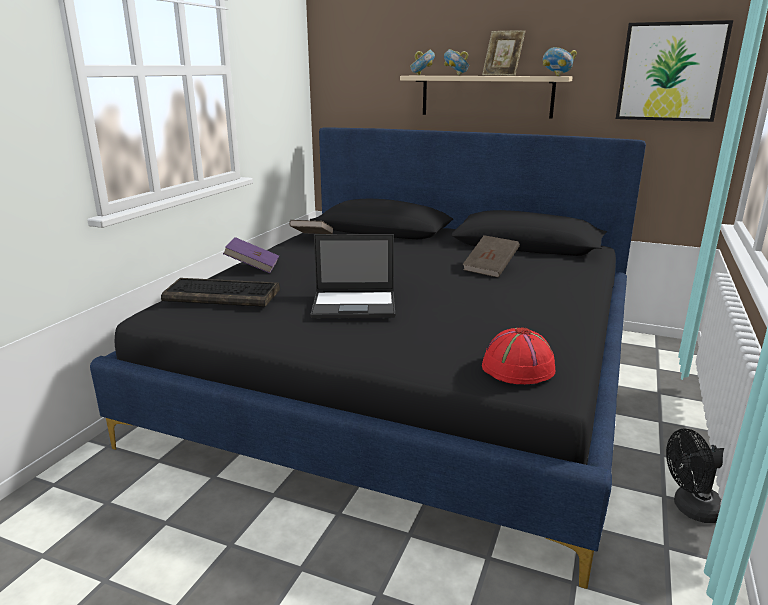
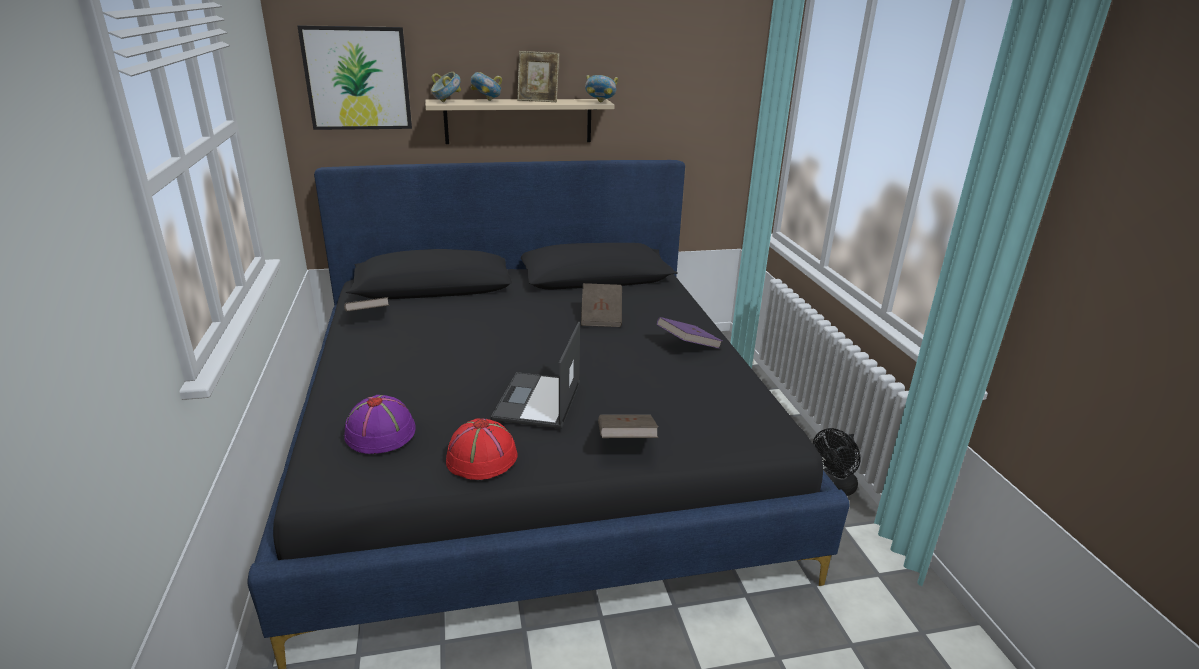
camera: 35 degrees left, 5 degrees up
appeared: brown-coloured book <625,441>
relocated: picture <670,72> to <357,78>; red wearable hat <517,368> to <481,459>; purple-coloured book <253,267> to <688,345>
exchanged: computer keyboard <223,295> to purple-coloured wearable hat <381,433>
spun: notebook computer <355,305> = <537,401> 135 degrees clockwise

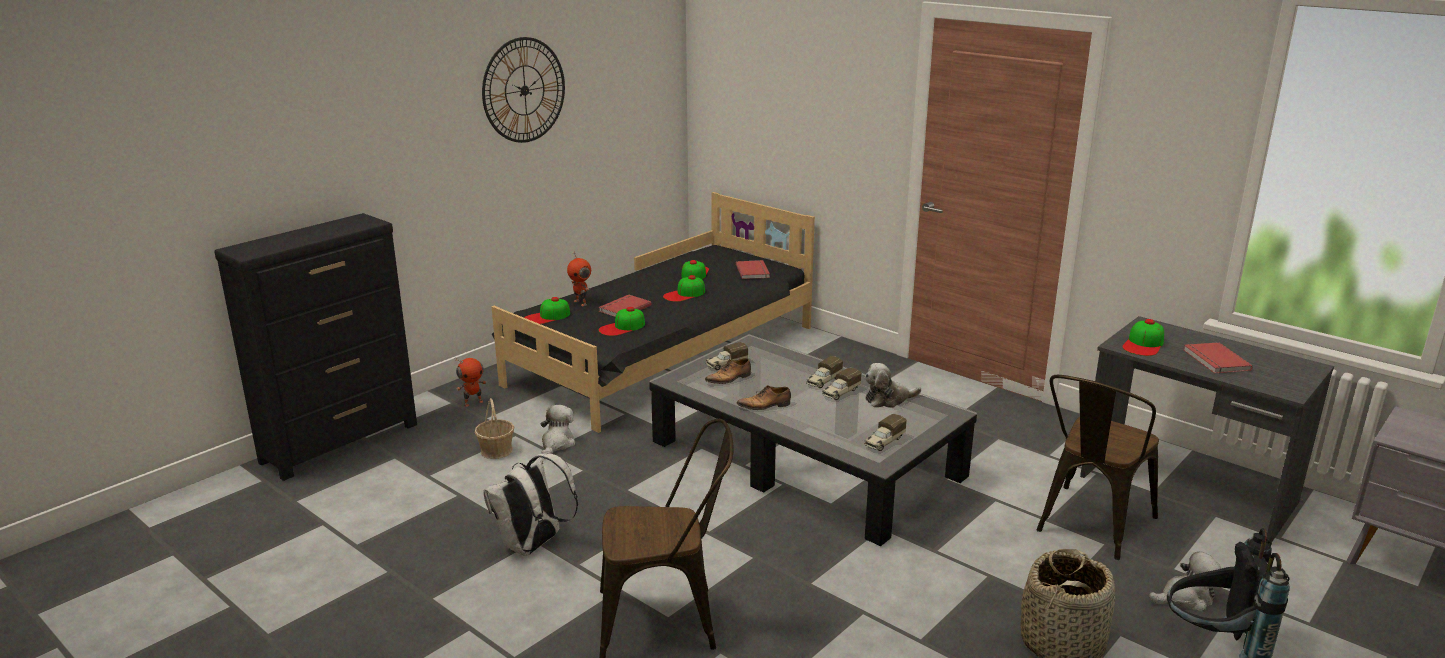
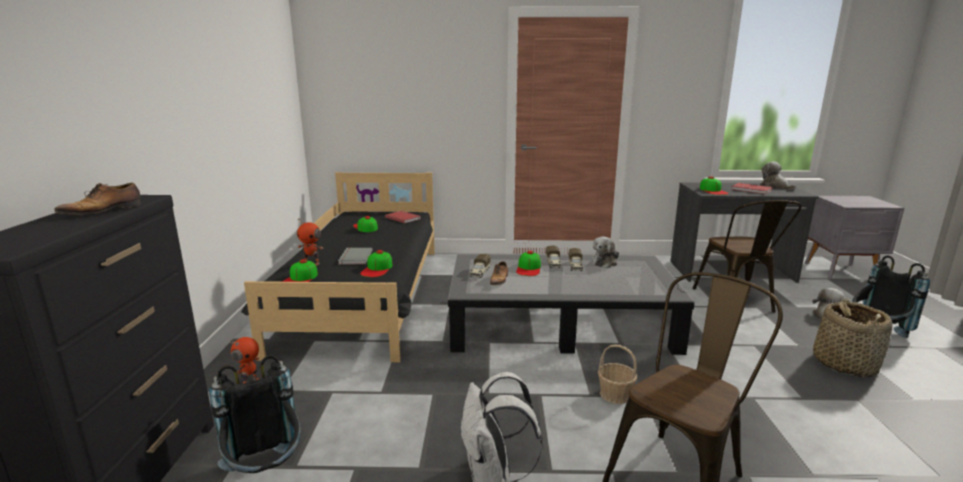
camera: 40 degrees left, 5 degrees down
missing: clock on the wall <524,90>; toy lorry <883,442>
appeared: black-coloured rucksack <266,474>
relocated: item of footwear <765,406> to <104,211>; peaked cap <684,294> to <529,268>; storage basket <496,450> to <615,394>; soft toy <557,444> to <775,186>
colour: red book <623,308> to grey book <354,257>

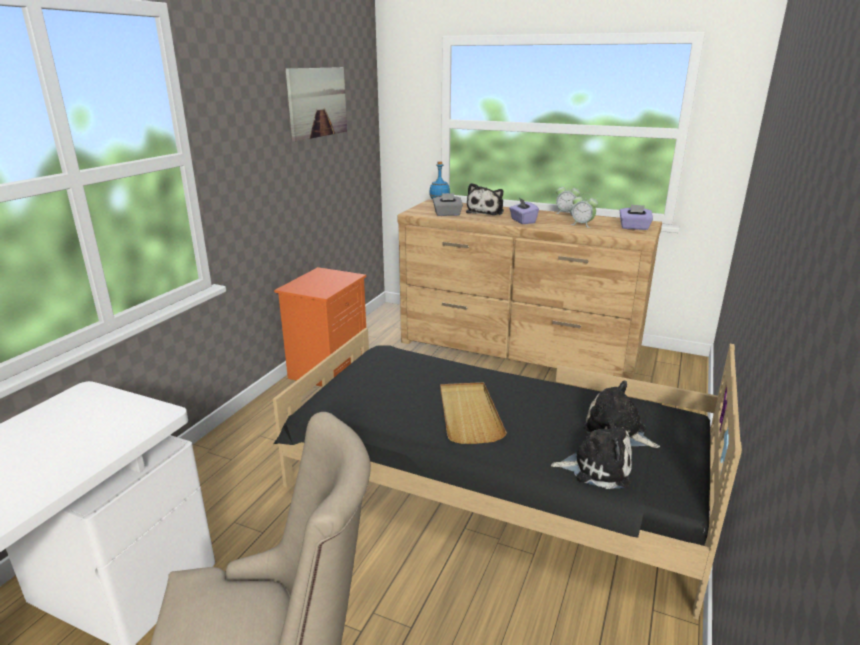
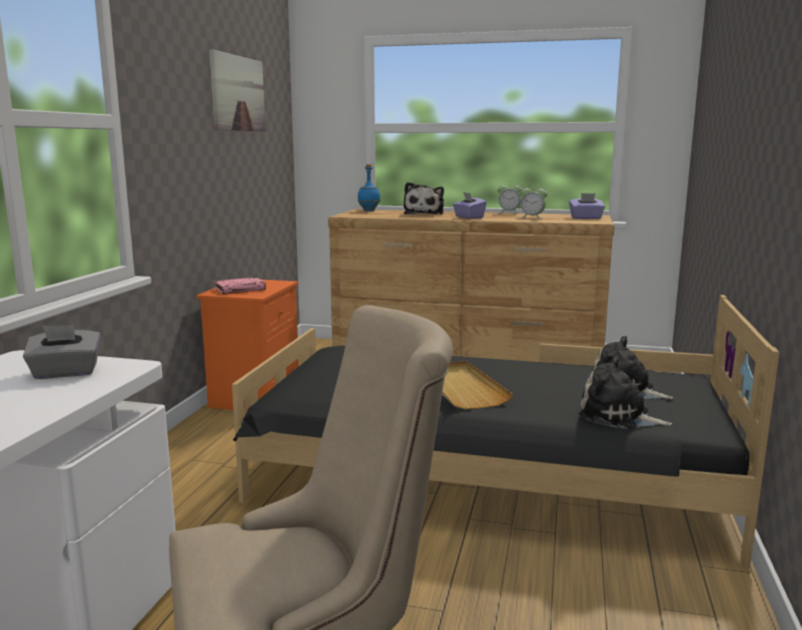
camera: 10 degrees left, 10 degrees down
appeared: pink book <240,289>
relocated: grey tissue box <447,214> to <65,373>
spun: soft toy <597,467> = <618,416> 150 degrees counterclockwise

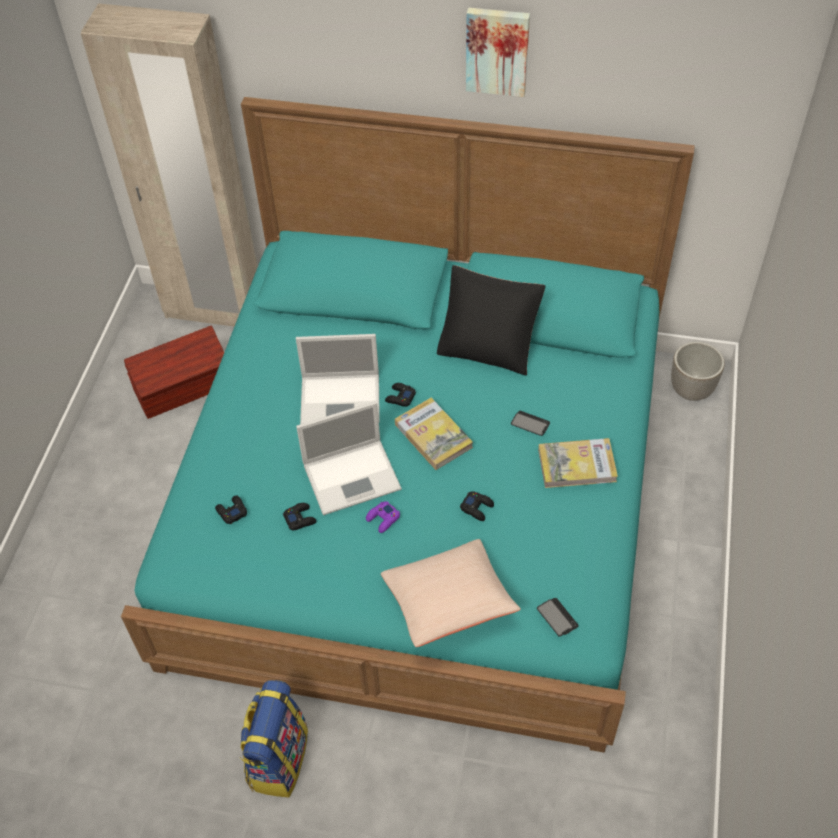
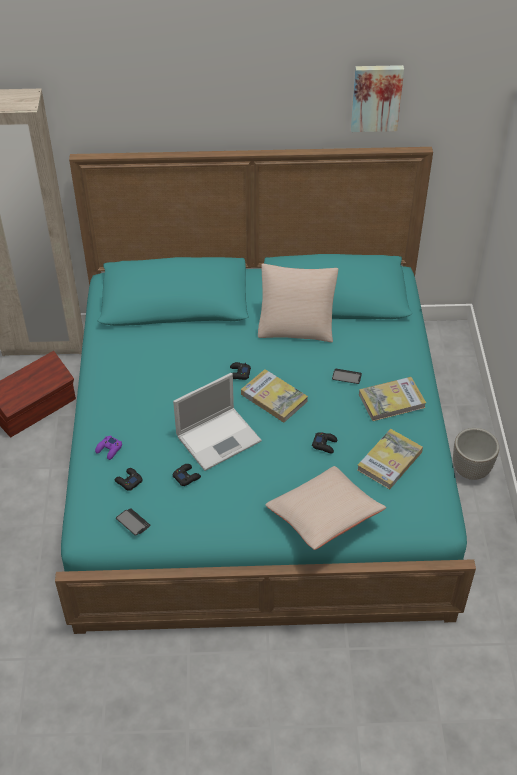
camera: 15 degrees left, 5 degrees down
missing: rucksack <277,758>; notebook computer <342,399>
appeared: book <389,461>
relocated: purple-coloured joypad <383,519> to <109,449>; telephone <557,617> to <133,522>; picture <497,50> to <376,97>; planter <691,390> to <471,470>
colour: black-coloured cushion <488,345> to beige cushion <296,325>

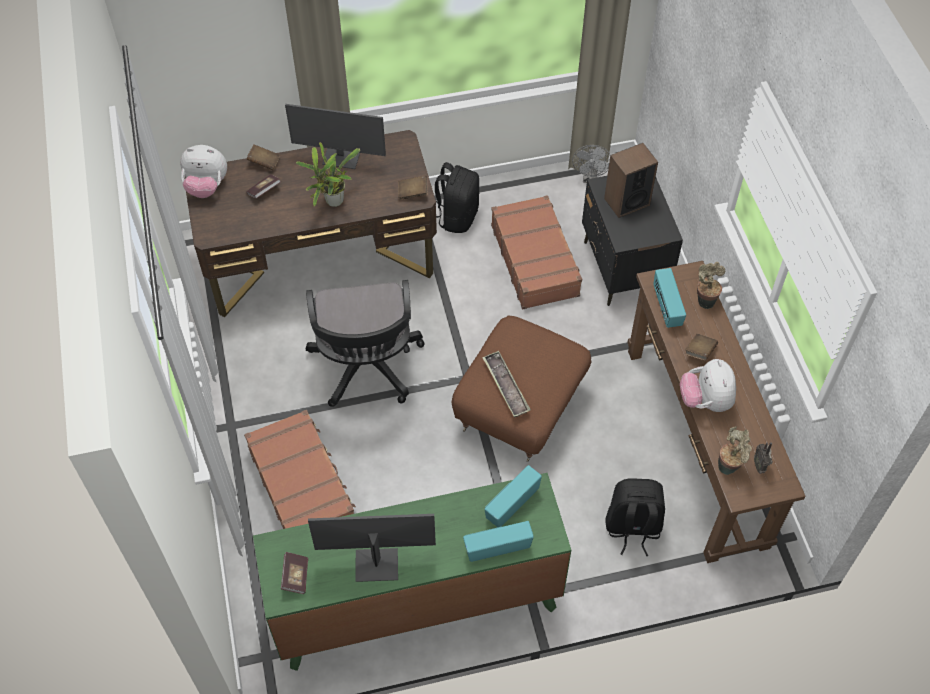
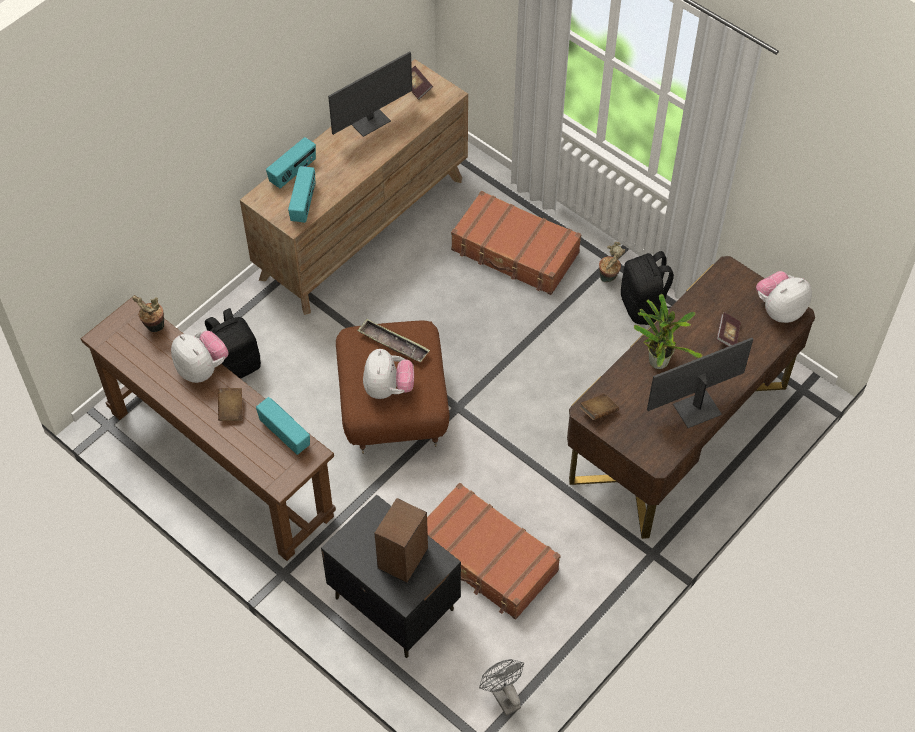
camera: 145 degrees right, 0 degrees up
missing: brown-coloured book <264,163>; black-coloured office chair <367,369>; radio set <760,466>
appeared: soft toy <388,388>
relocated: plant in a pot <705,300> to <609,278>; black-coloured rucksack <457,217> to <643,307>
colour: greenish chest of drawers <416,604> to brown-coloured chest of drawers <363,227>

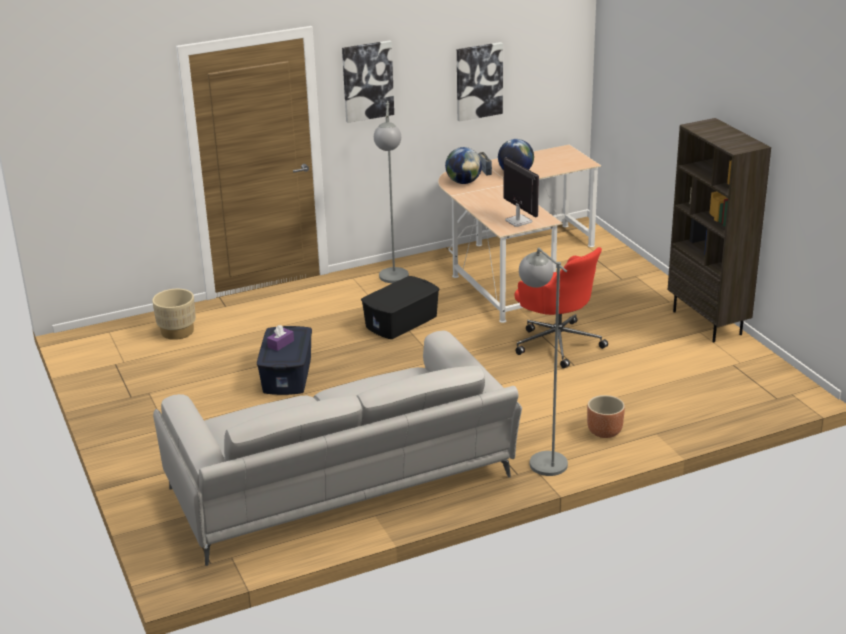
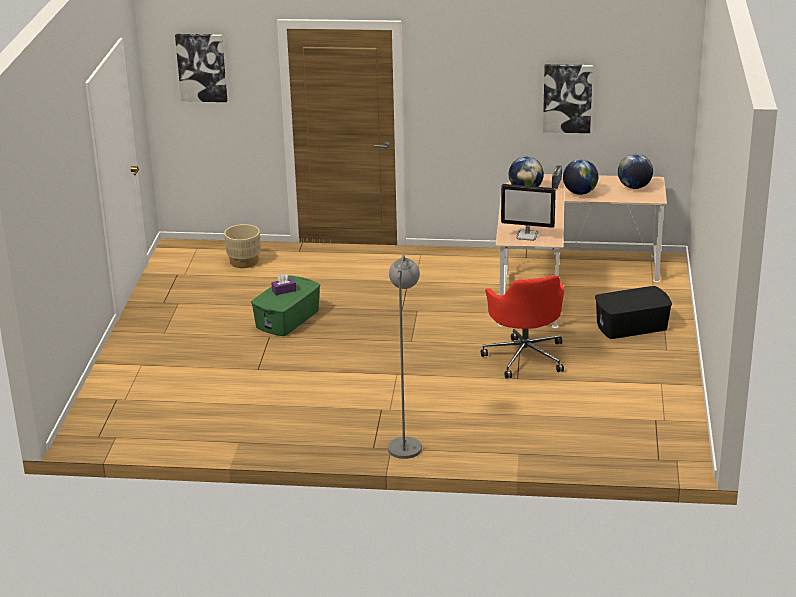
camera: 30 degrees right, 0 degrees up
missing: grey couch <341,486>; grey standard lamp <394,281>; brown-coloured planter <604,431>; brown-coloured shelving unit <708,323>
appeared: world globe <634,187>
relocated: picture <367,81> to <201,67>; black-coloured storage bin <402,322> to <632,326>
colour: bluish storage bin <288,375> to greenish storage bin <288,319>
spun: computer screen <518,221> = <527,235> 105 degrees clockwise

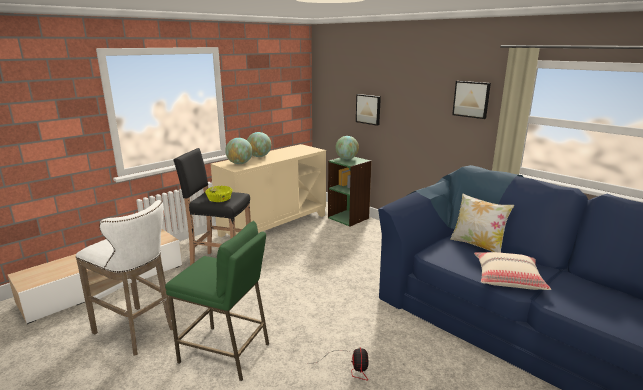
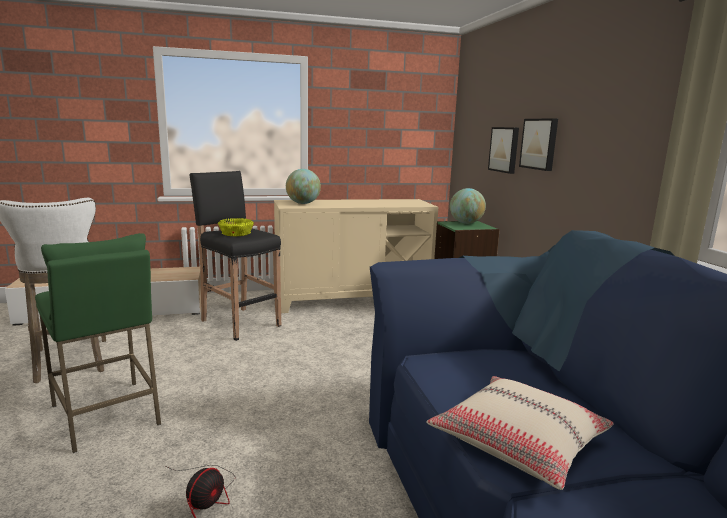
camera: 30 degrees right, 5 degrees down
missing: world globe <259,156>; cushion <477,245>
relocated: picture <471,99> to <540,144>

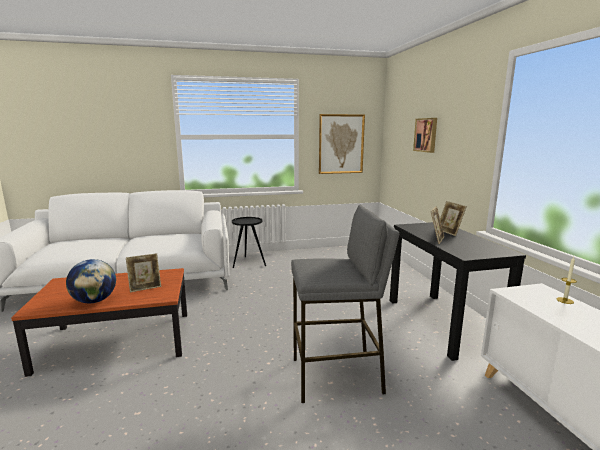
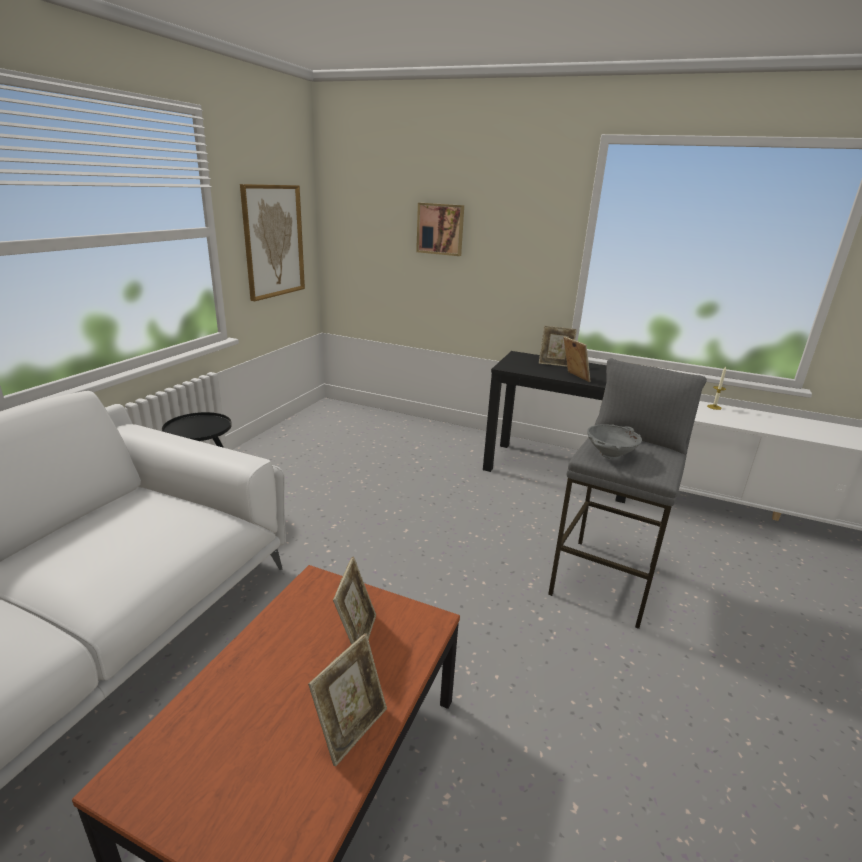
camera: 55 degrees left, 10 degrees up
appeared: grey bowl <610,454>
exchanged: world globe <94,301> to standing frame <351,728>

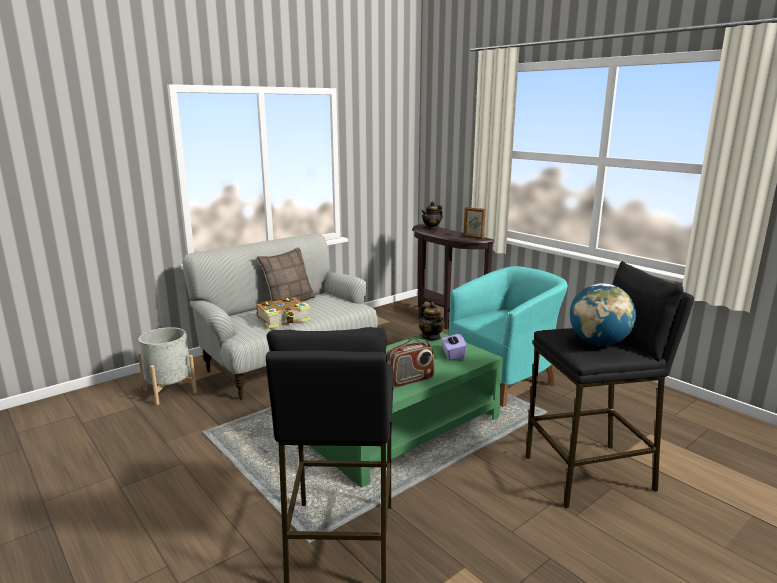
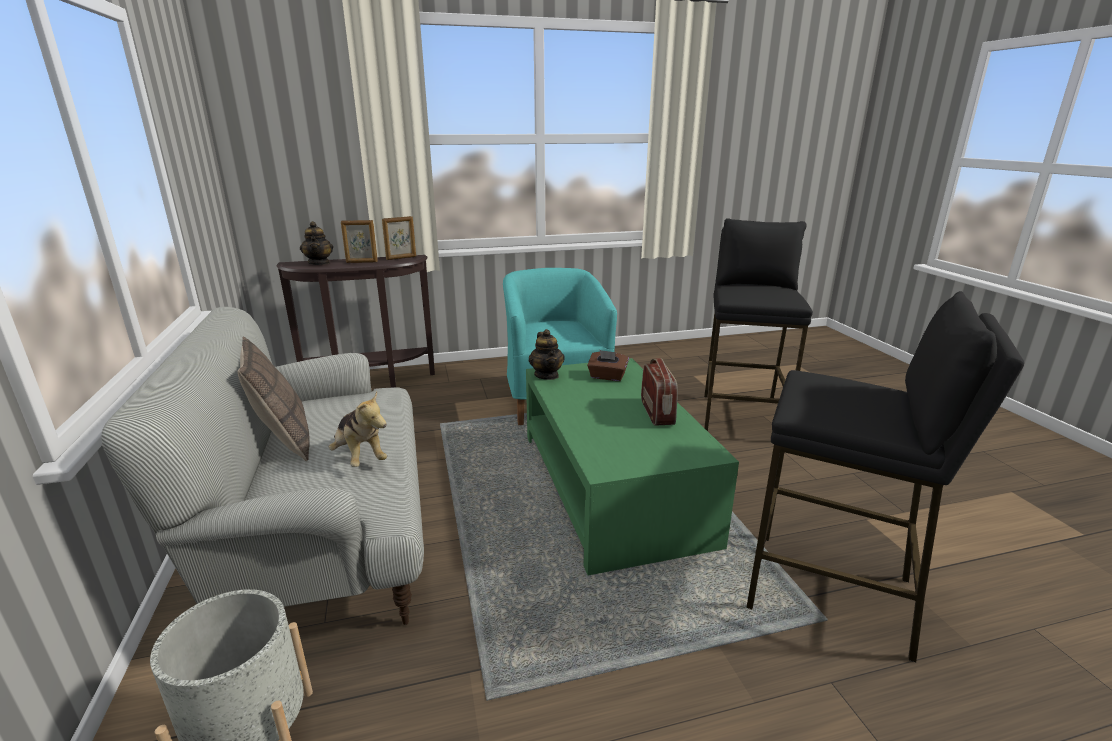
camera: 65 degrees left, 5 degrees up
missing: world globe <598,343>
appeared: standing frame <362,262>
exchanged: book <284,319> to soft toy <360,457>
colour: purple-coloured tissue box <453,355> to brown-coloured tissue box <607,377>
spun: pot for tea <431,337> = <547,375> 75 degrees clockwise

